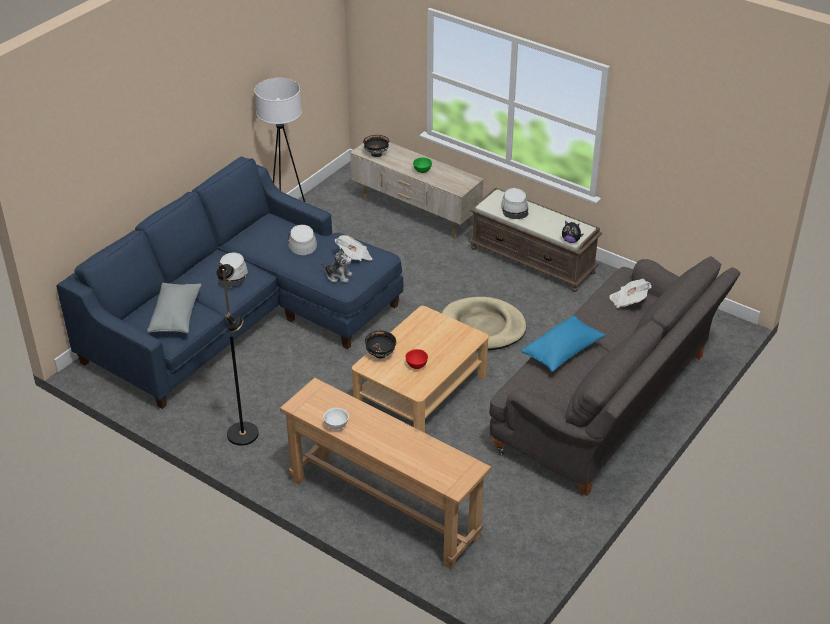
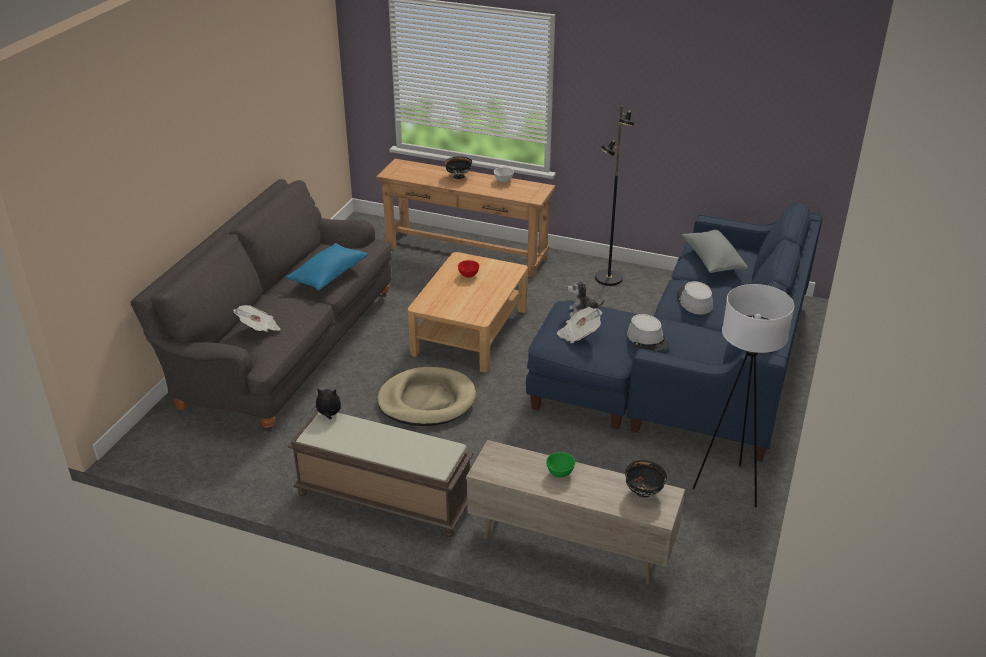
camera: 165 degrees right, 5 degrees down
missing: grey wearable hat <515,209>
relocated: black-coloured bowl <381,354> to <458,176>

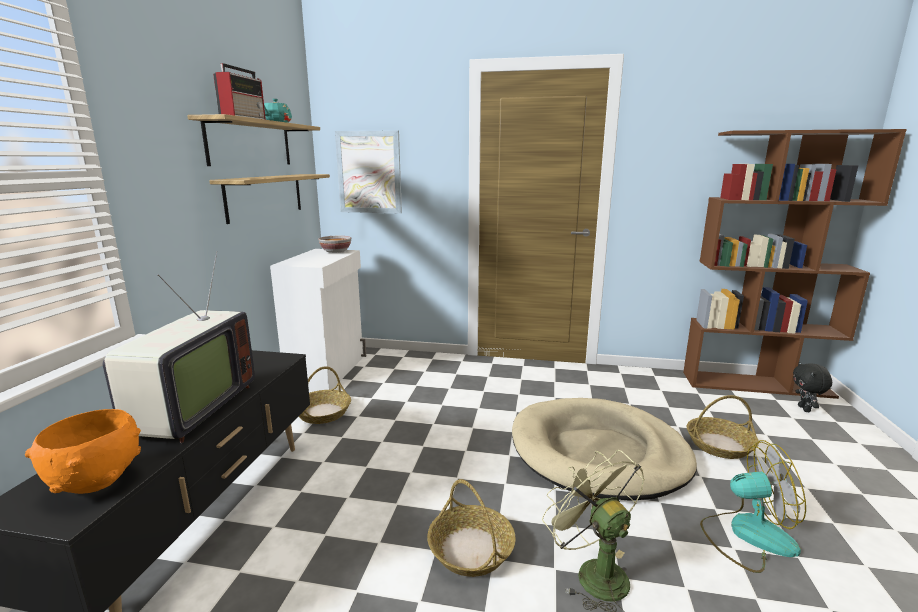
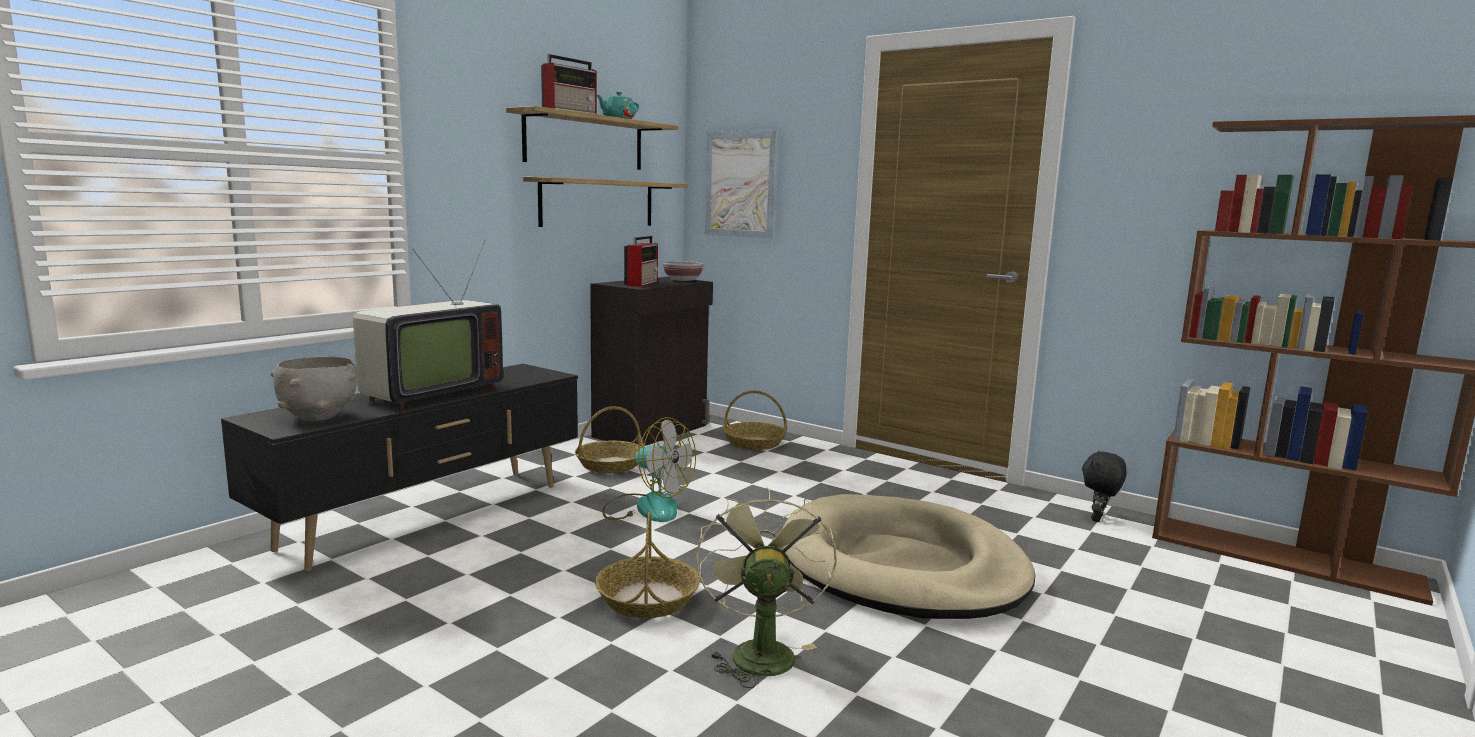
camera: 25 degrees right, 5 degrees down
appeared: radio set <642,283>
relocated: cooling fan <747,535> to <646,507>; storage basket <719,445> to <754,443>; black-coloured soft toy <805,409> to <1098,519>
colour: orange-coloured bowl <97,483> to grey bowl <318,417>; white cupboard <328,371> to black-coloured cupboard <652,431>

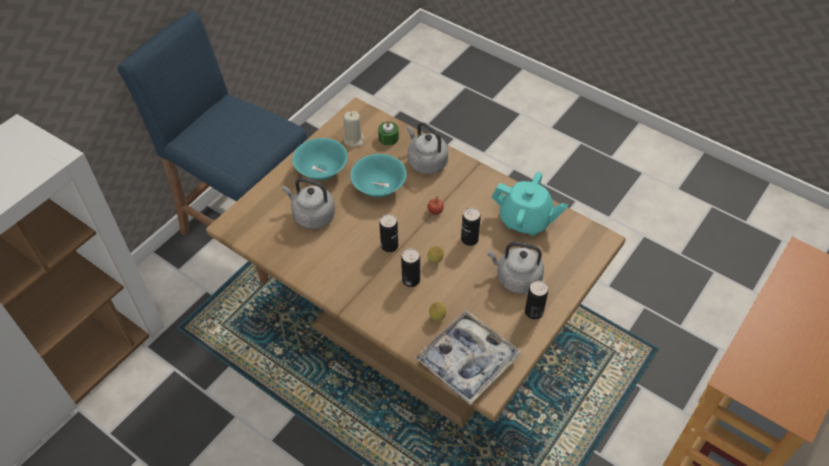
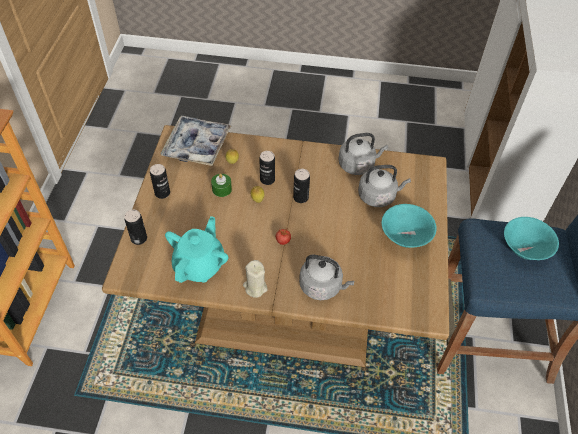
camera: 150 degrees right, 0 degrees up
relocated: metal can <469,239> to <139,238>; greenish wax light <388,138> to <222,189>; beige wax light <354,140> to <255,287>; grey water kettle <516,278> to <358,165>; turquoise-coloured bowl <379,188> to <524,249>
spun: turquoise-coloured pot for tea <525,220> = <199,265> 120 degrees clockwise

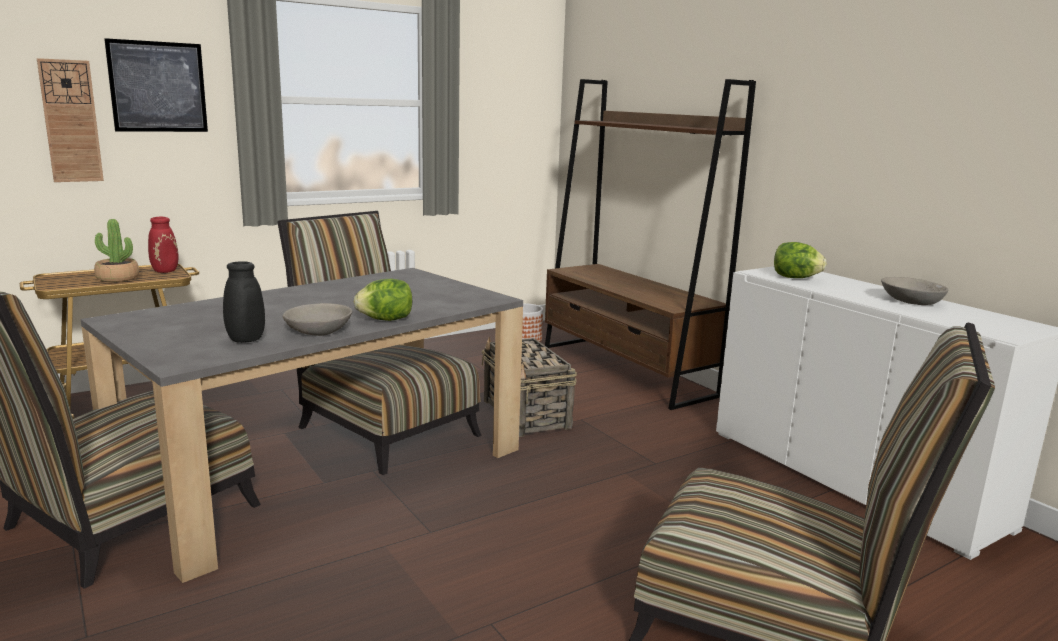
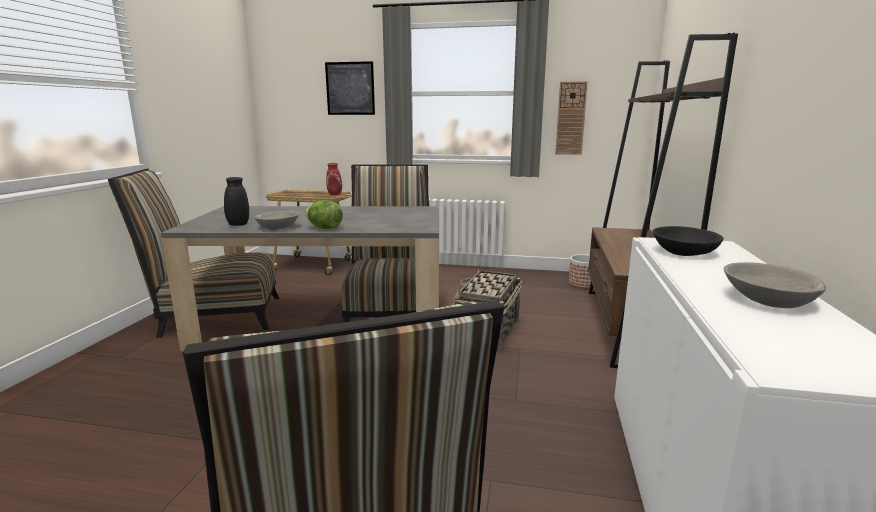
camera: 45 degrees right, 0 degrees up
missing: plant in a pot <117,278>
relocated: clock on the wall <71,121> to <571,118>
exchanged: lettuce head <795,278> to black-coloured bowl <684,252>

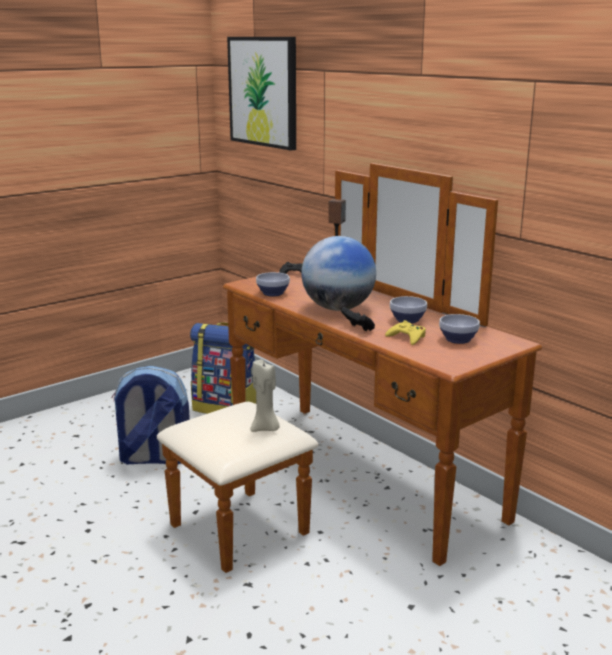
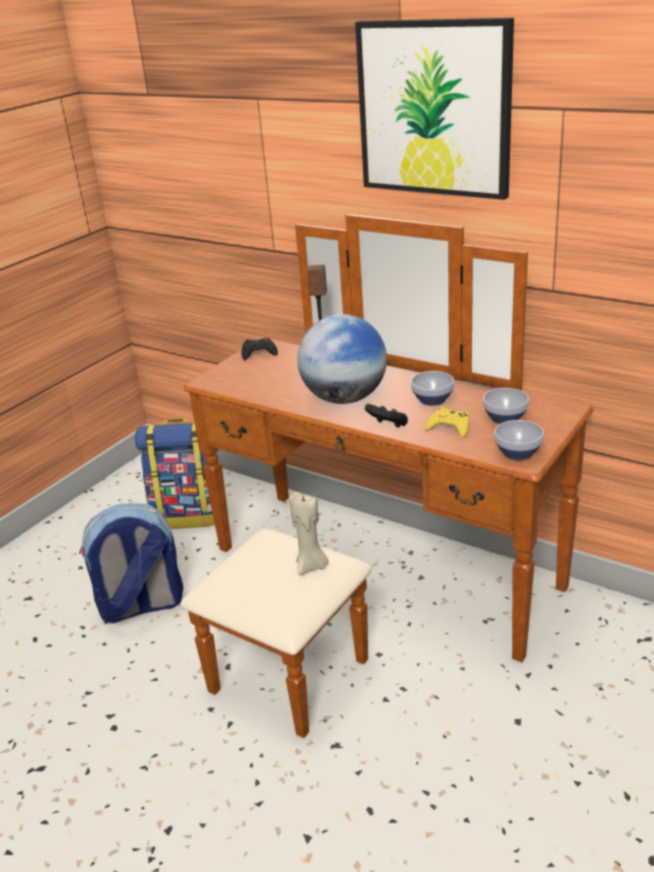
camera: 15 degrees left, 10 degrees up
relocated: picture <263,91> to <434,108>; bowl <272,293> to <516,453>

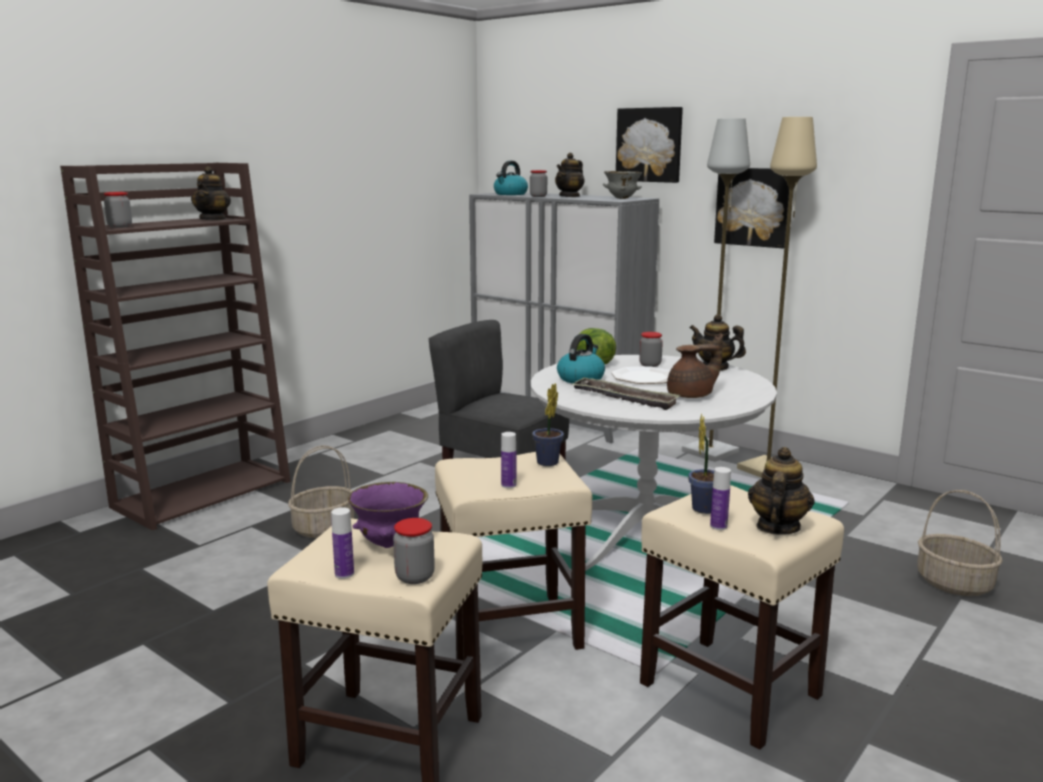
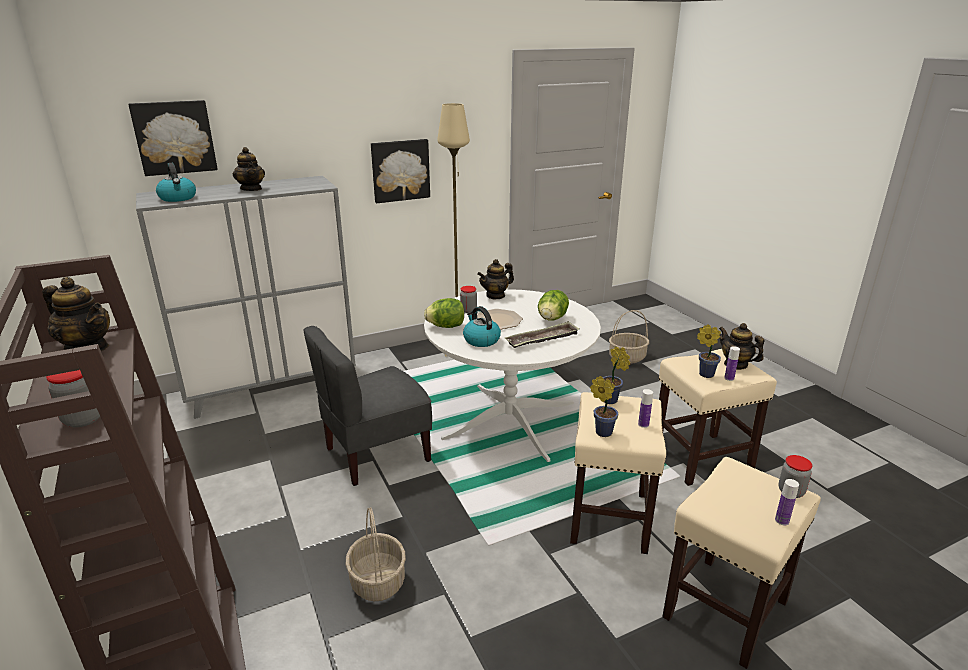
camera: 65 degrees left, 10 degrees up
missing: purple-coloured bowl <389,544>; storage jar <538,196>; grey bowl <621,198>; grey standard lamp <711,452>
appeared: plant in a pot <601,431>
relocated: picture <650,145> to <174,137>
exchanged: brown-coloured pot for tea <692,395> to lettuce head <552,319>

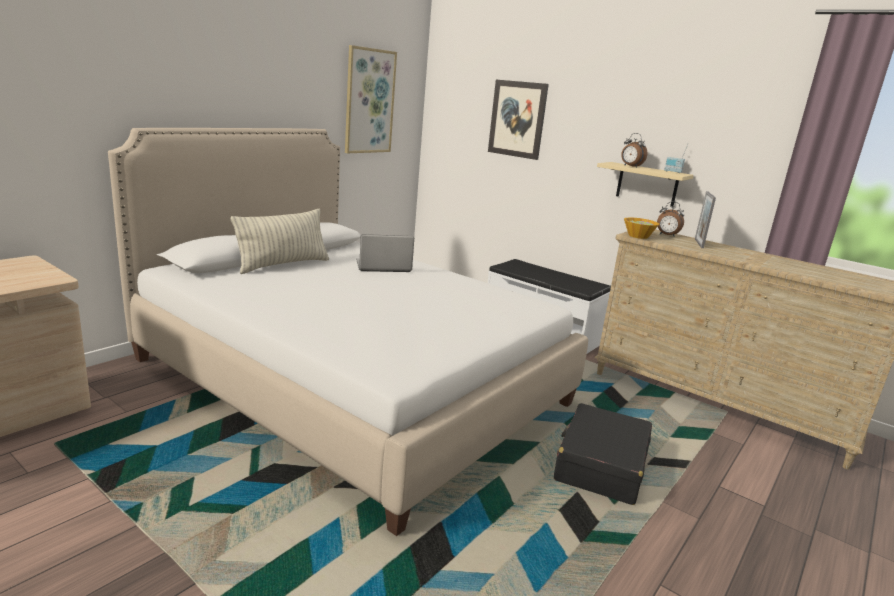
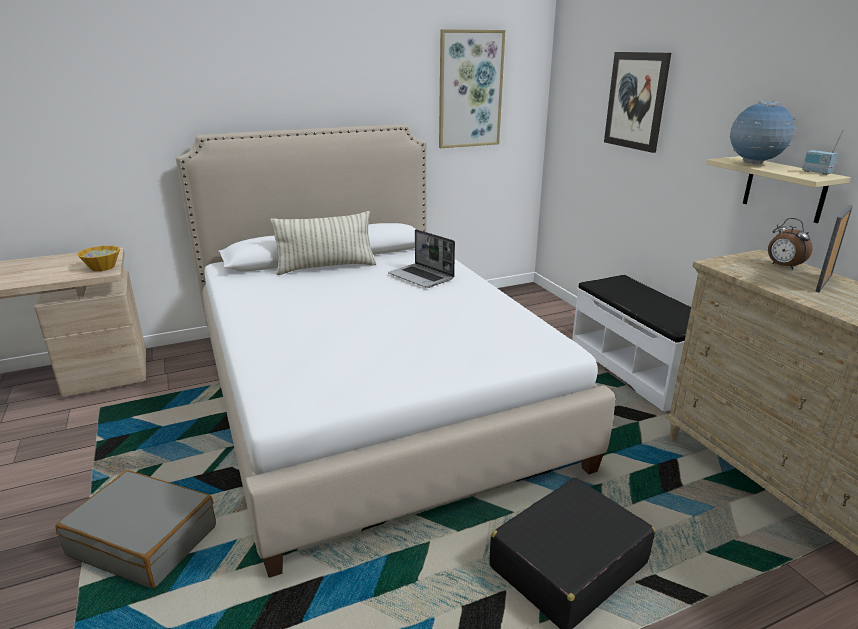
camera: 30 degrees right, 5 degrees up
appeared: grey piece of luggage <144,540>
relocated: bowl <638,236> to <103,267>
exchanged: bedside clock <630,166> to world globe <754,164>
spun: notebook computer <382,267> = <422,277> 150 degrees counterclockwise

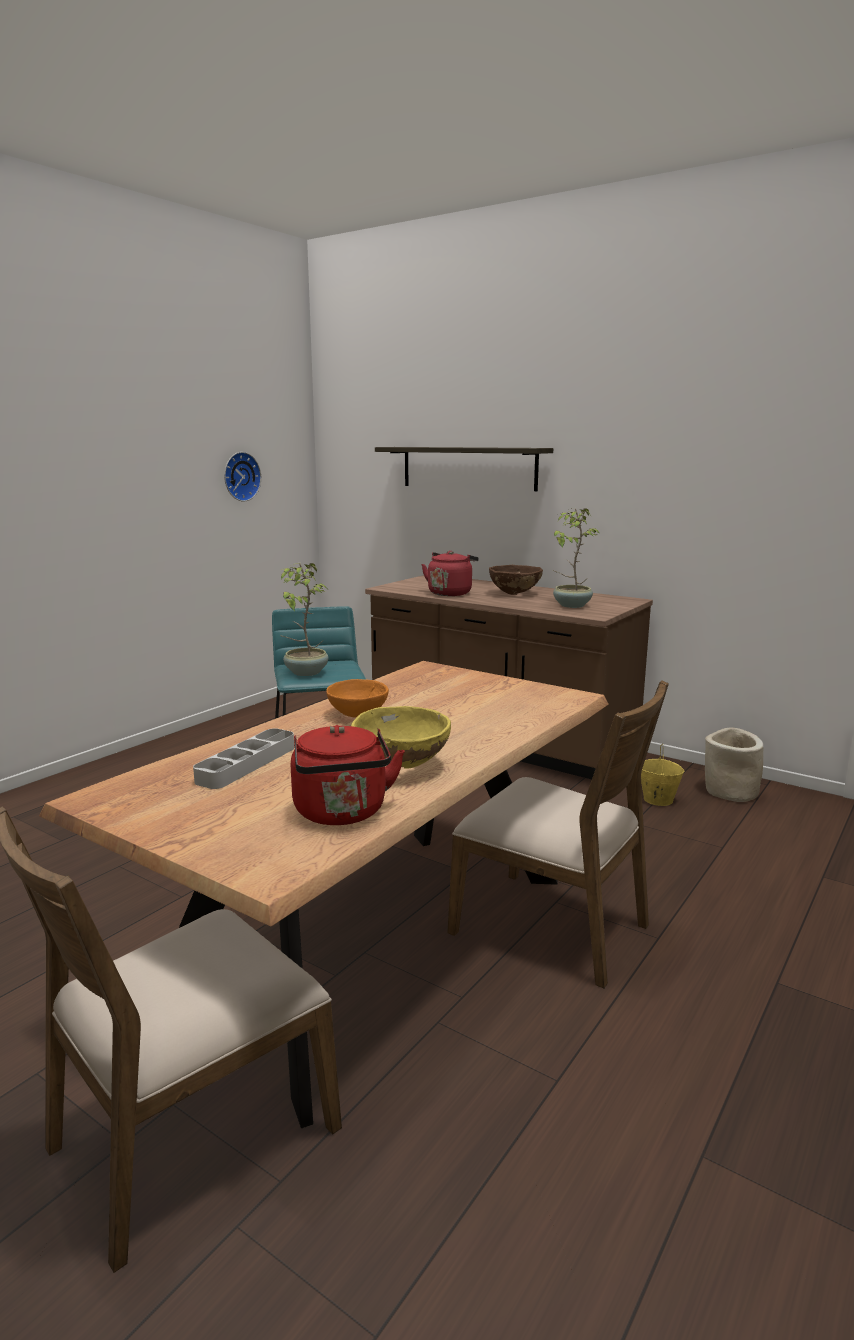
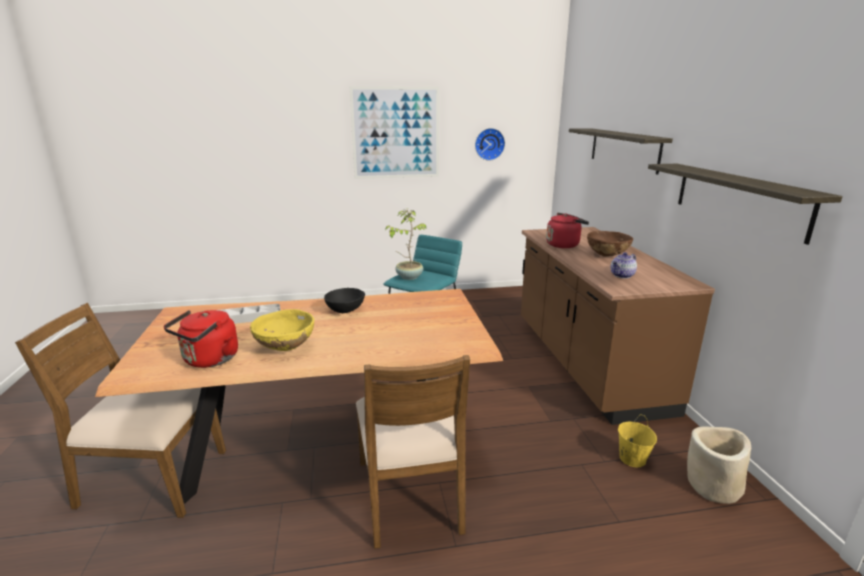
camera: 45 degrees right, 5 degrees up
appeared: picture <396,133>; bracket shelf <738,199>
exchanged: plant in a pot <571,605> to pot for tea <622,276>
colour: orange-coloured bowl <358,714> to black-coloured bowl <345,310>

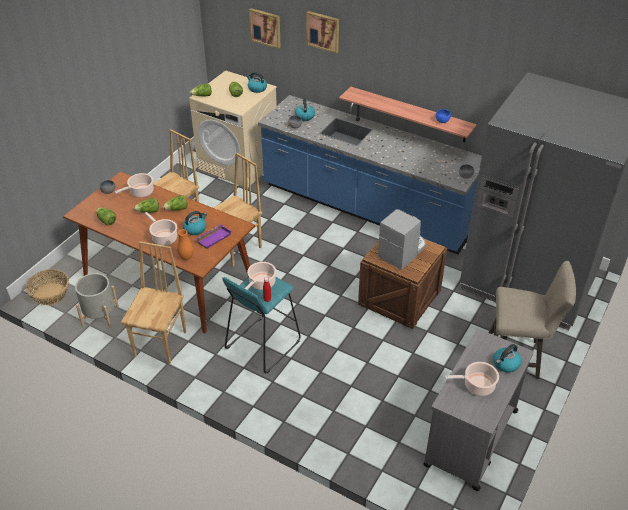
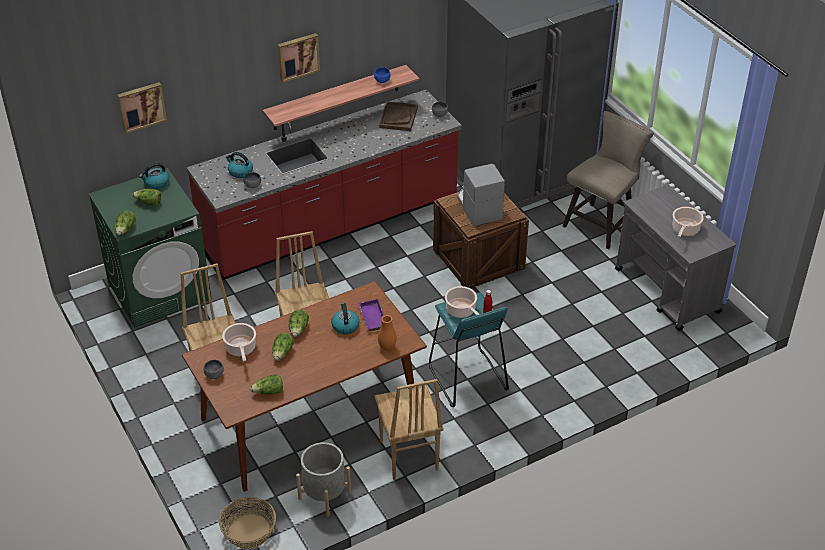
camera: 60 degrees left, 0 degrees up
missing: saucepot <164,238>; water kettle <505,364>
appeared: brown-coloured carrying tray <398,117>
relocated: picture <323,31> to <297,56>
colour: beige laundry machine <239,164> to greenish laundry machine <159,290>; bluish kitchen counter <366,208> to red kitchen counter <331,225>
spun: brown-coloured plain chair <161,343> = <408,456> 150 degrees counterclockwise

